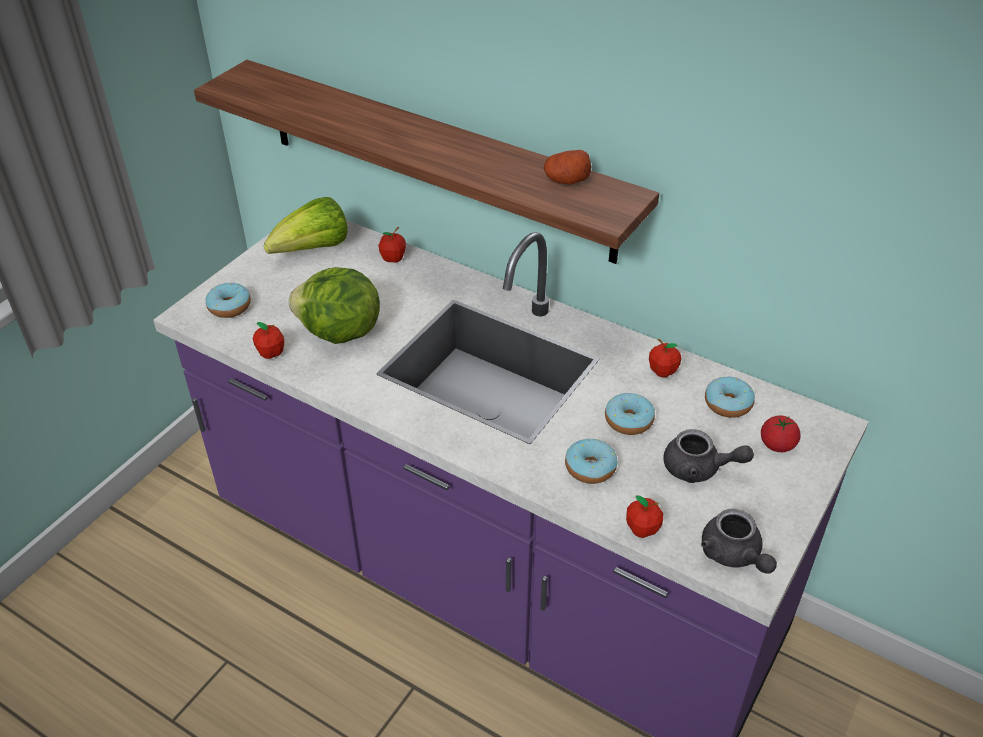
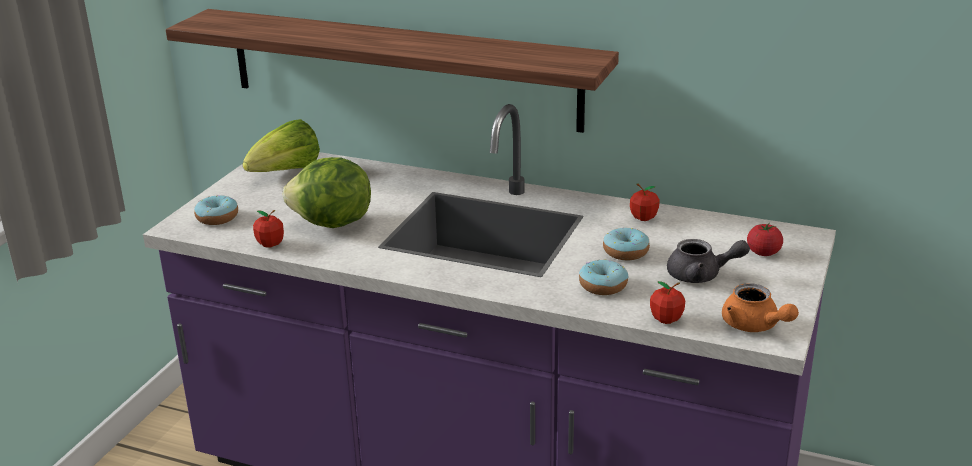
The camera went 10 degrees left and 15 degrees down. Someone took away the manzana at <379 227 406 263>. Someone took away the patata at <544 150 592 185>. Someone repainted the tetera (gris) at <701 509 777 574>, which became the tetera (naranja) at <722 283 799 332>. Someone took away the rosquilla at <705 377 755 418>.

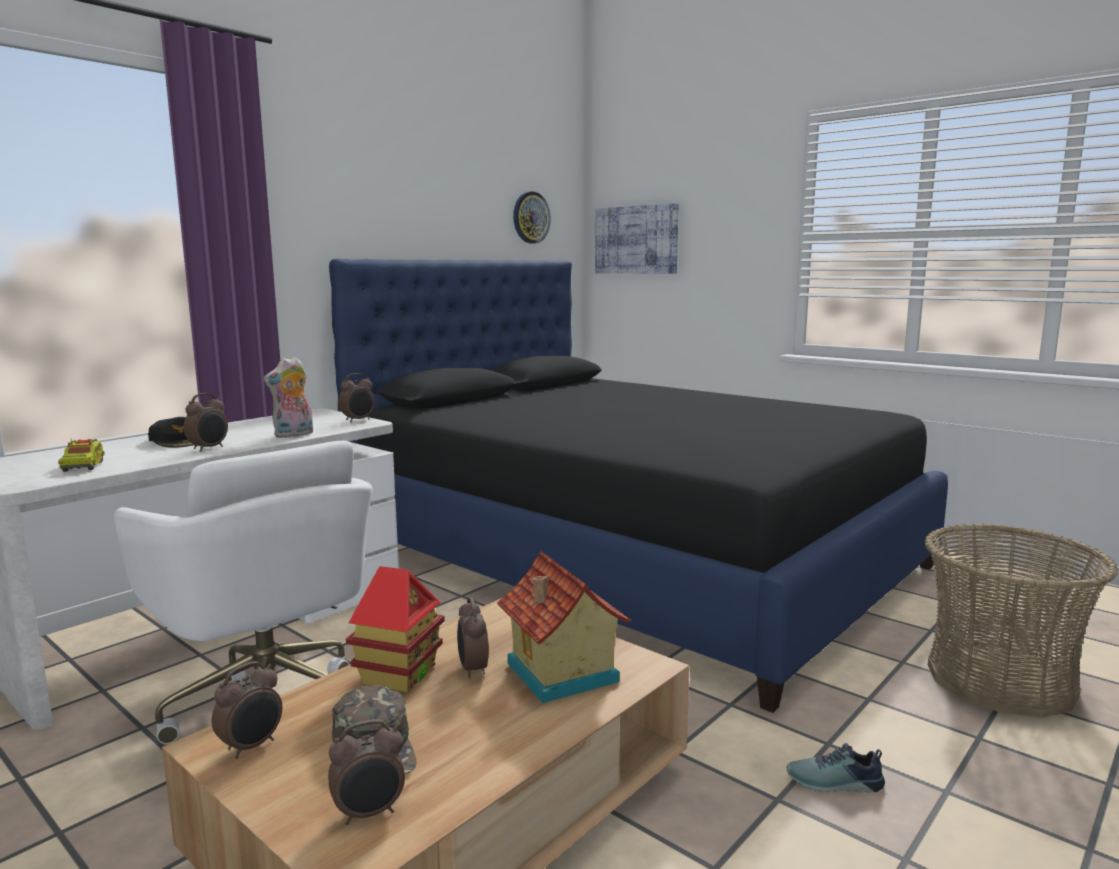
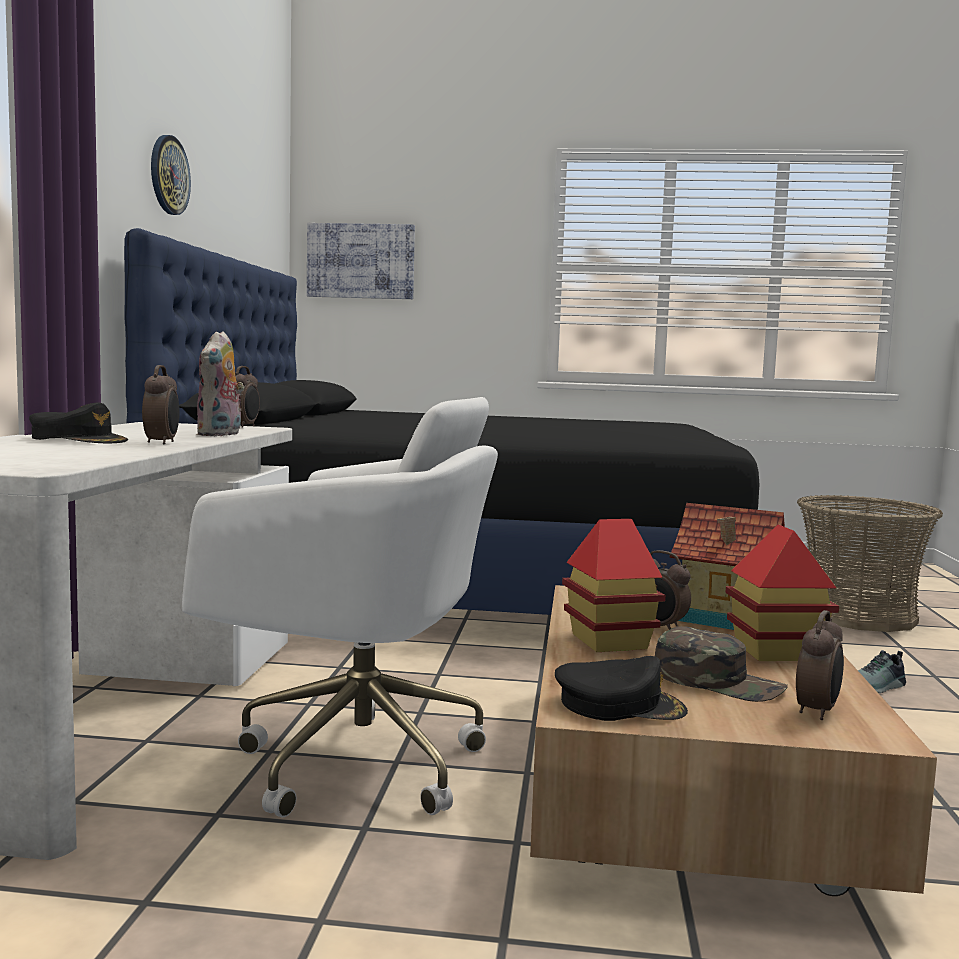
The camera went 35 degrees left and 5 degrees down. Someone took away the camión de juguete at <58 439 105 472>. Someone swapped the despertador at <212 661 282 759> for the gorra (negro) at <555 656 688 721>. Someone carried the reloj de pared from <513 191 551 244> to <151 135 191 215>. Someone put down the casita at <725 524 840 661>.

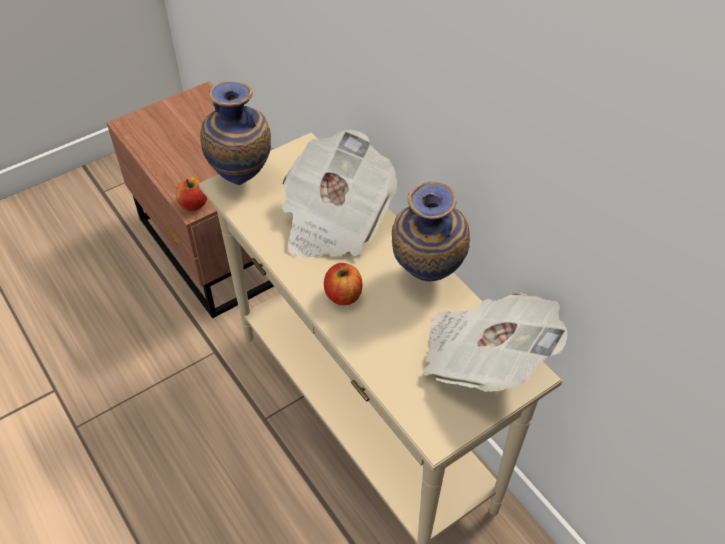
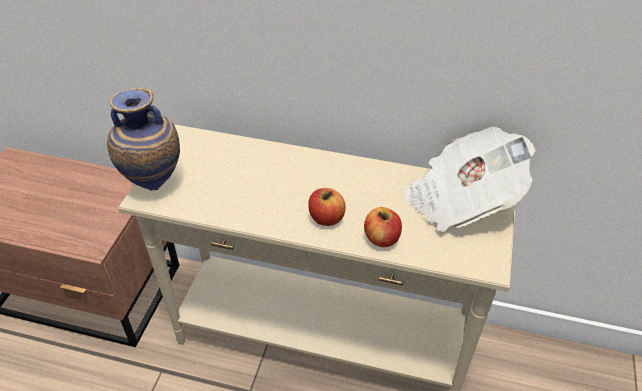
The camera went 40 degrees left and 5 degrees down. Someone carried the manzana from <176 177 207 211> to <364 207 402 247>. Someone took away the periódico at <282 130 397 258>. Someone took away the florero at <392 181 470 281>.

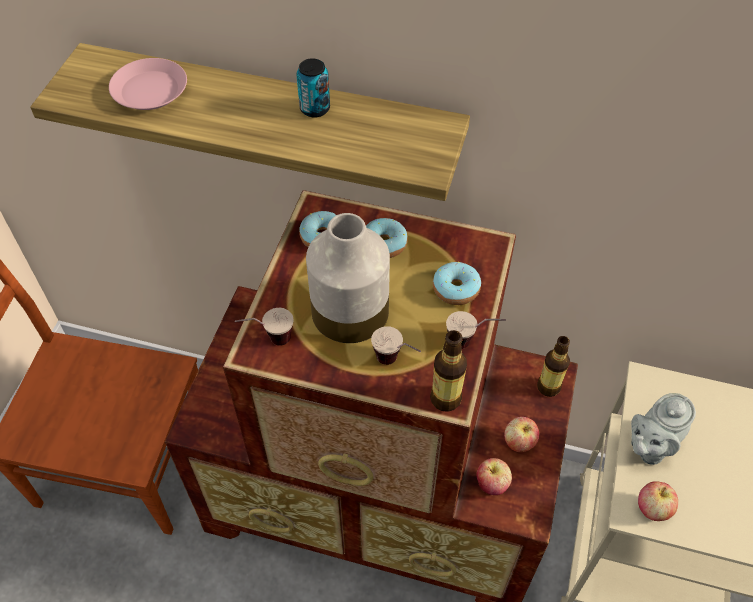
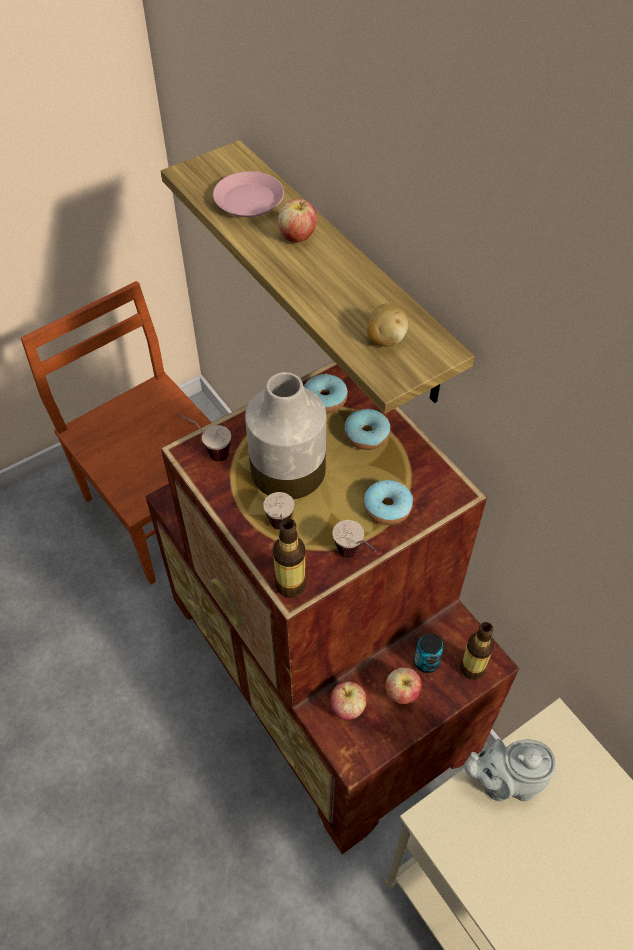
The camera went 40 degrees right and 0 degrees up. Someone carried the lata from <296 58 330 118> to <414 633 444 673>. Someone carried the manzana from <638 481 678 521> to <278 199 317 242>. Someone put down the patata at <367 304 408 347>.

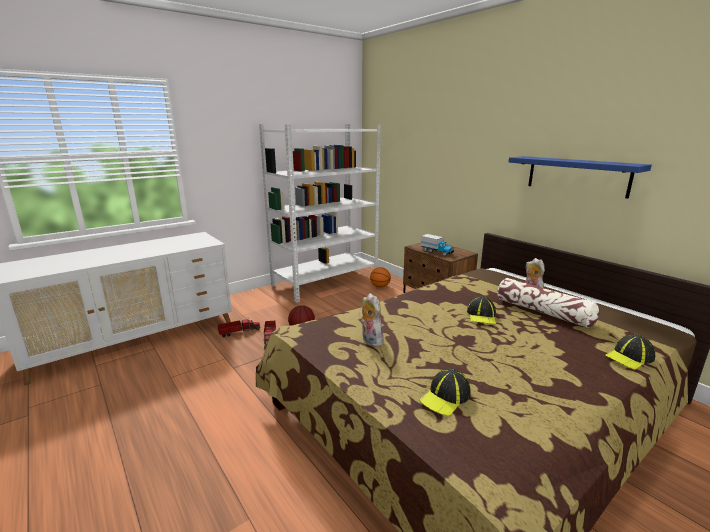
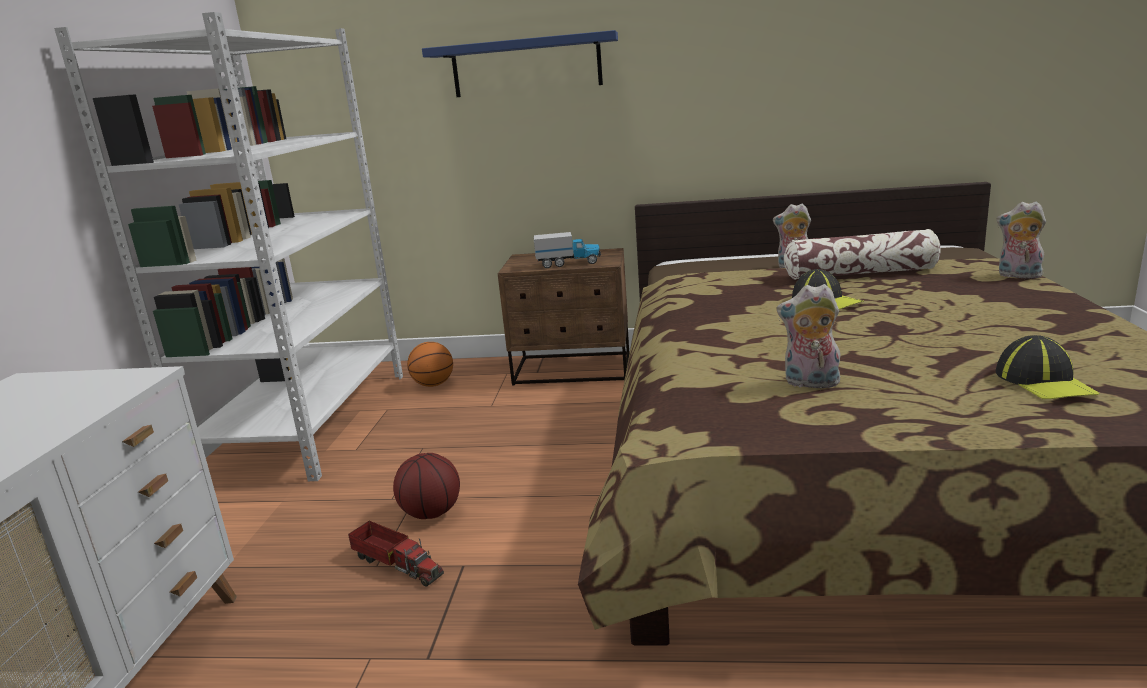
The camera went 45 degrees left and 0 degrees up. Someone took away the camión de juguete at <218 319 260 337>. Someone carried the estante (azul) from <508 156 652 198> to <422 30 618 97>. Someone swapped the gorra at <605 334 655 370> for the peluche at <997 202 1046 279>.

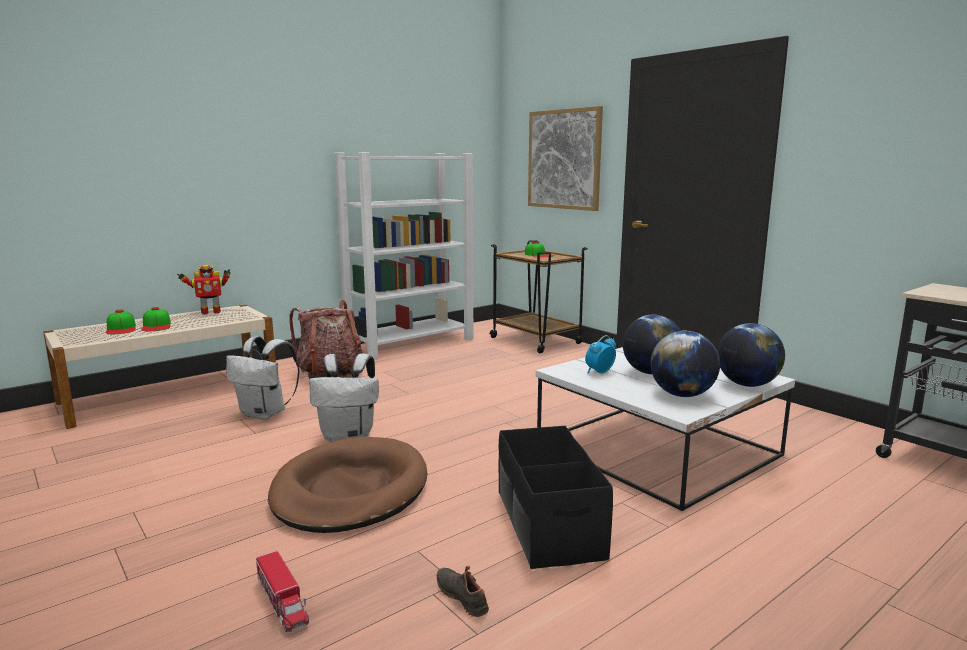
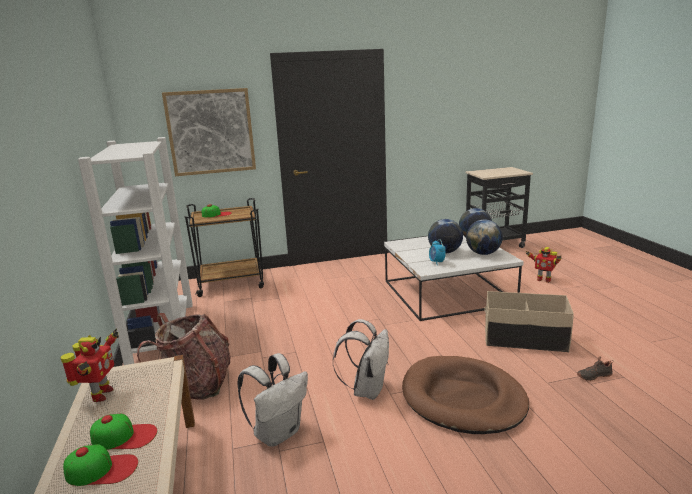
The camera went 65 degrees left and 5 degrees up. Someone took away the camión de juguete at <256 551 309 632>. Someone repainted the caja de almacenaje (negro) at <498 426 613 569>, which became the caja de almacenaje (beis) at <484 291 574 352>. Someone put down the robot de juguete at <526 247 561 283>.

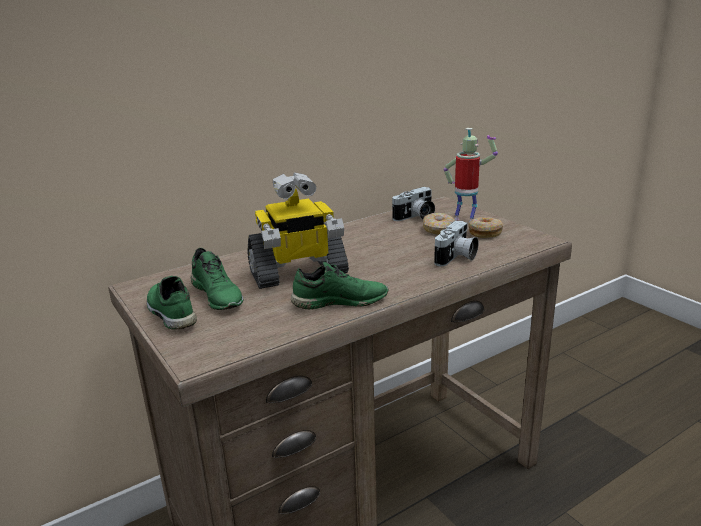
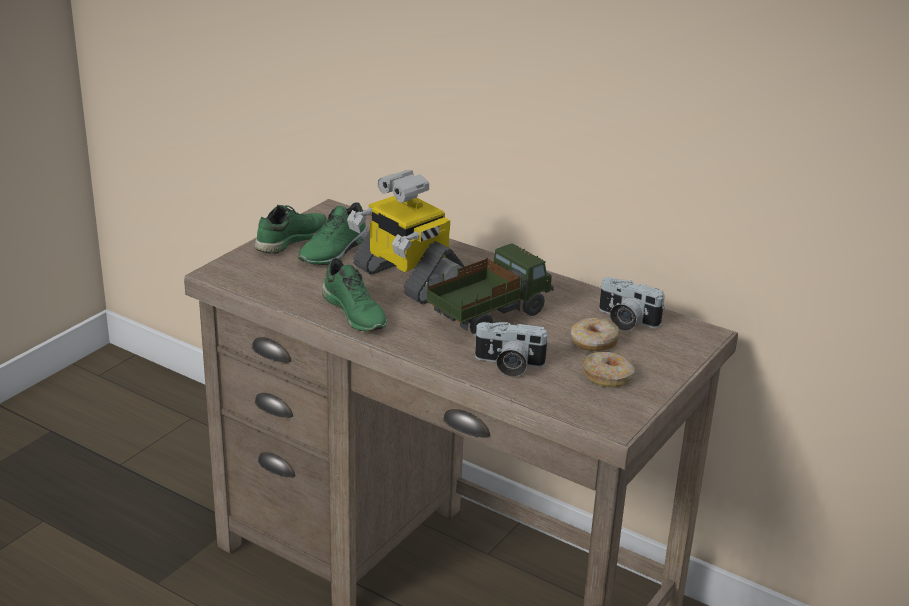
The camera went 65 degrees right and 5 degrees up. Someone took away the robot de juguete at <444 128 498 222>. Someone put down the camión de juguete at <426 243 554 335>.

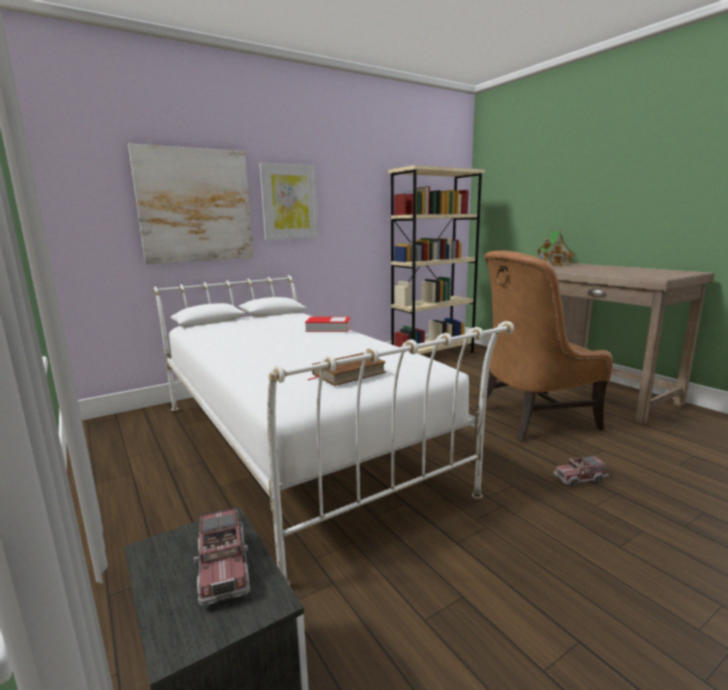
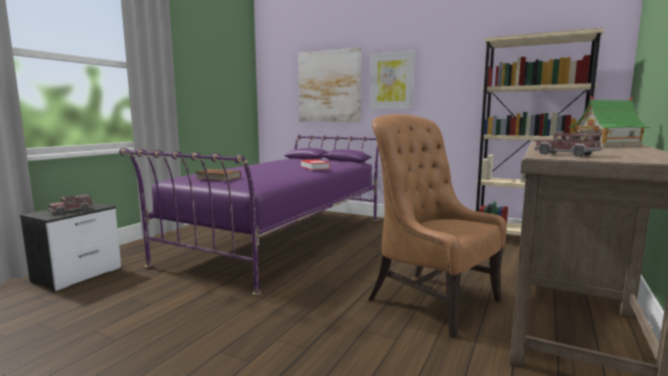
The camera went 60 degrees right and 5 degrees down. Someone repainted the cama (blanco) at <153 275 514 585>, which became the cama (morado) at <119 135 379 296>. Someone carried the camión de juguete from <554 455 609 487> to <534 131 603 157>.

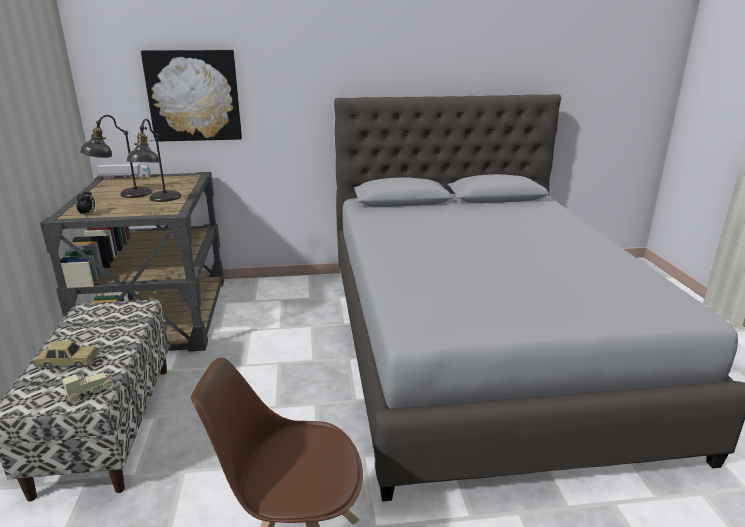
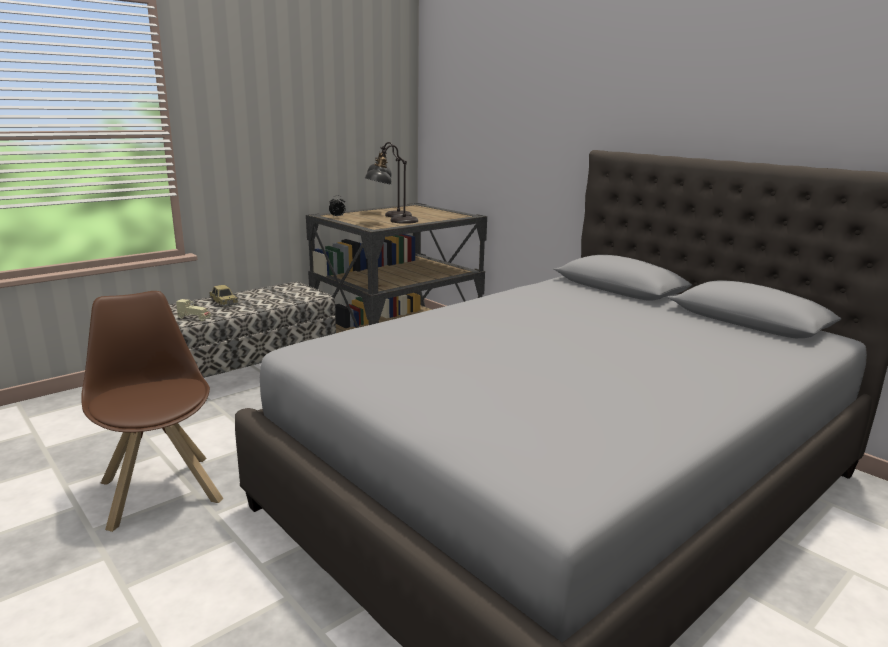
The camera went 55 degrees right and 5 degrees down. Someone took away the camión de juguete at <96 164 151 179>. Someone took away the cuadro at <141 50 242 142>.

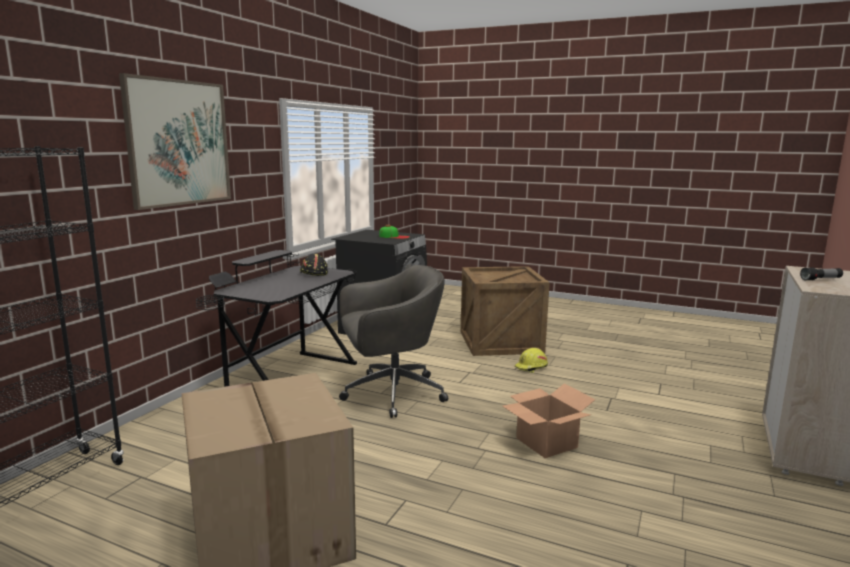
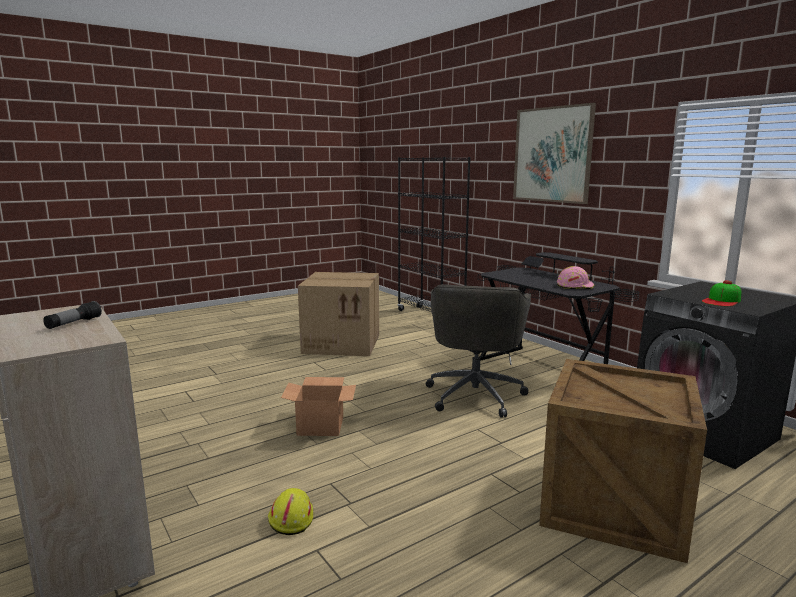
The camera went 120 degrees right and 0 degrees up. Someone repainted the casco (negro) at <300 254 328 276>, which became the casco (rosa) at <557 266 595 289>. Someone carried the casco (amarillo) from <515 348 548 373> to <268 488 313 535>.

